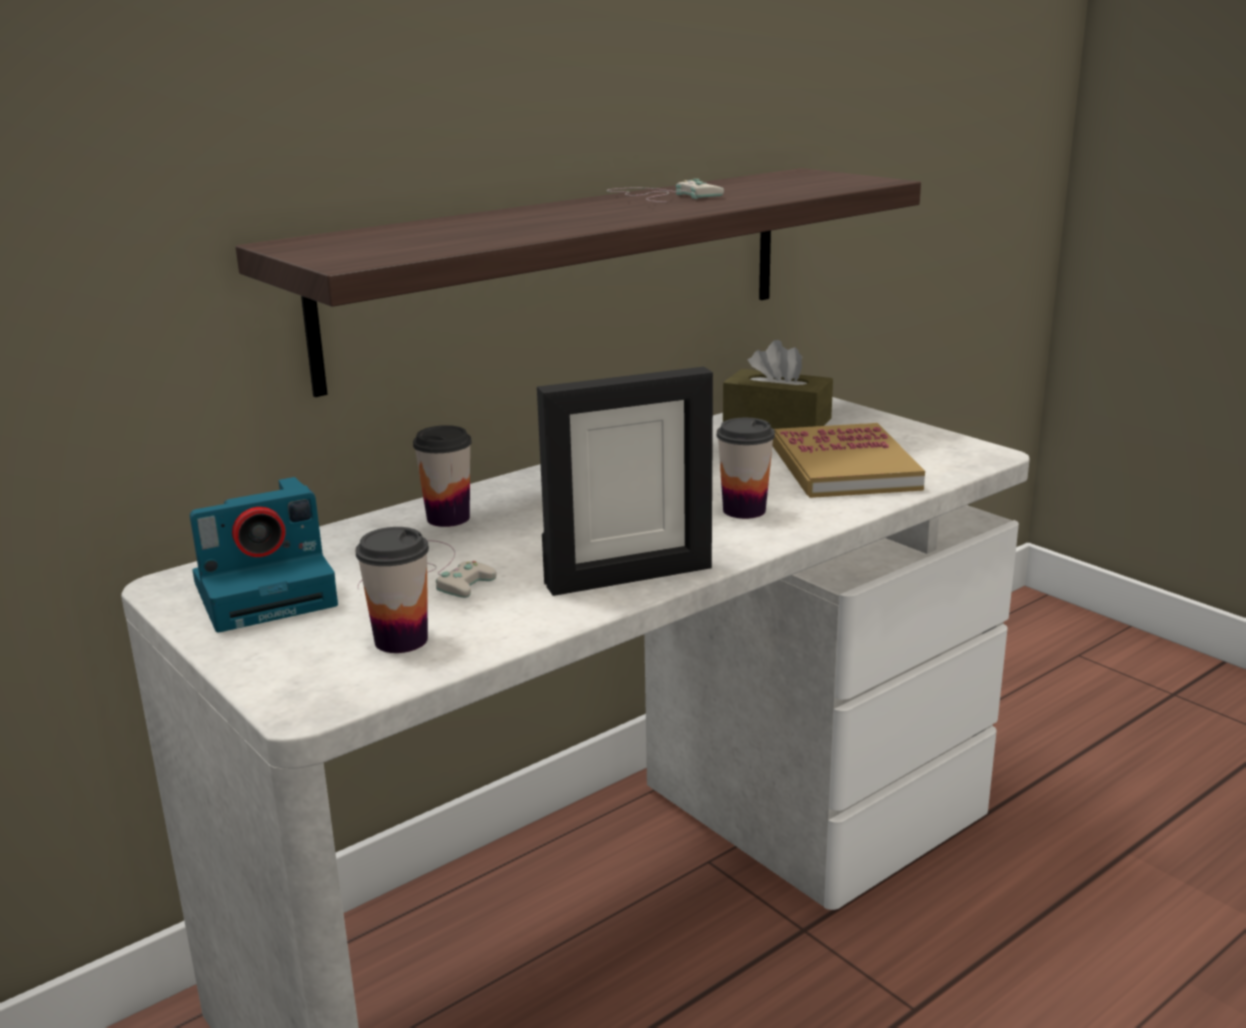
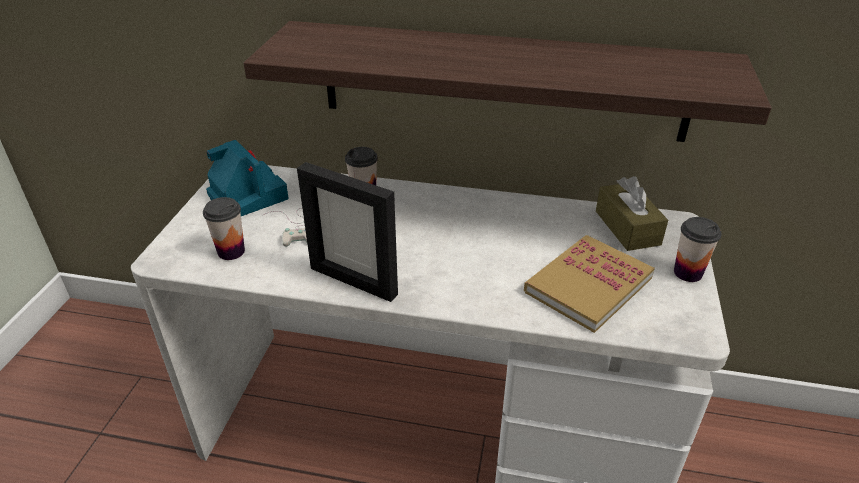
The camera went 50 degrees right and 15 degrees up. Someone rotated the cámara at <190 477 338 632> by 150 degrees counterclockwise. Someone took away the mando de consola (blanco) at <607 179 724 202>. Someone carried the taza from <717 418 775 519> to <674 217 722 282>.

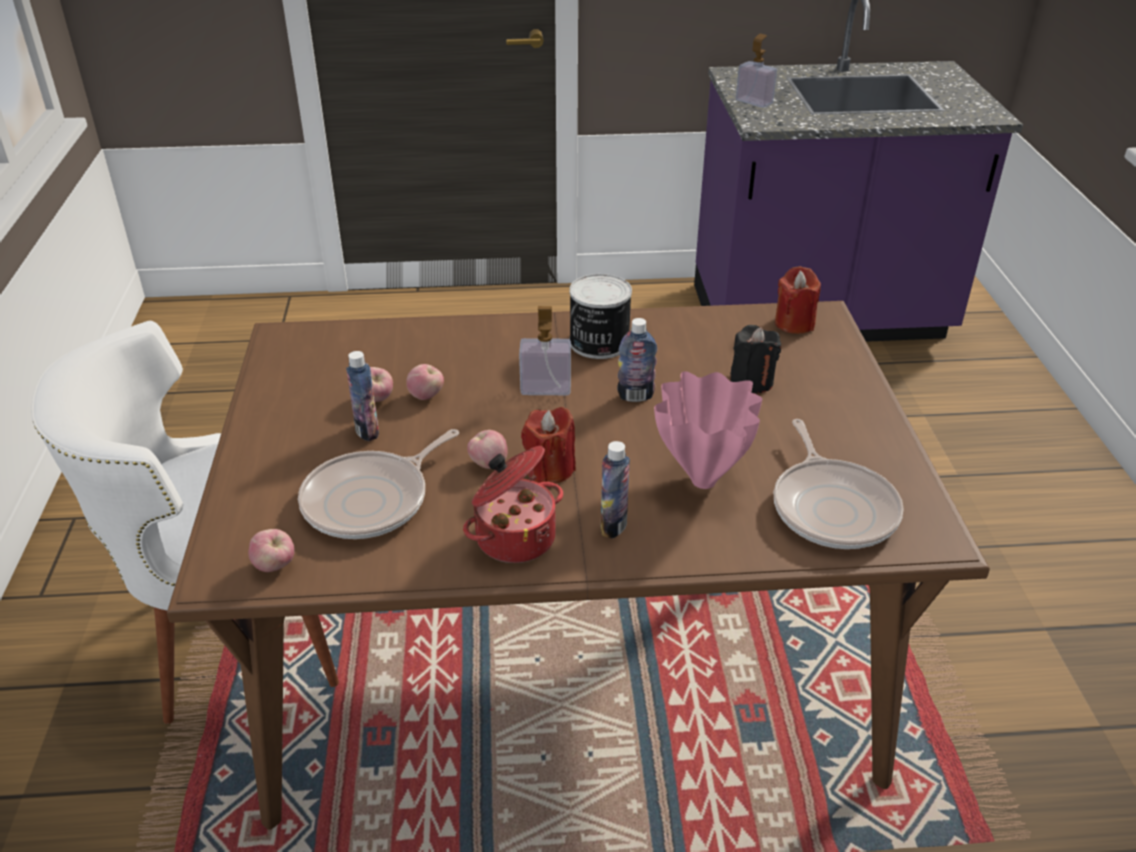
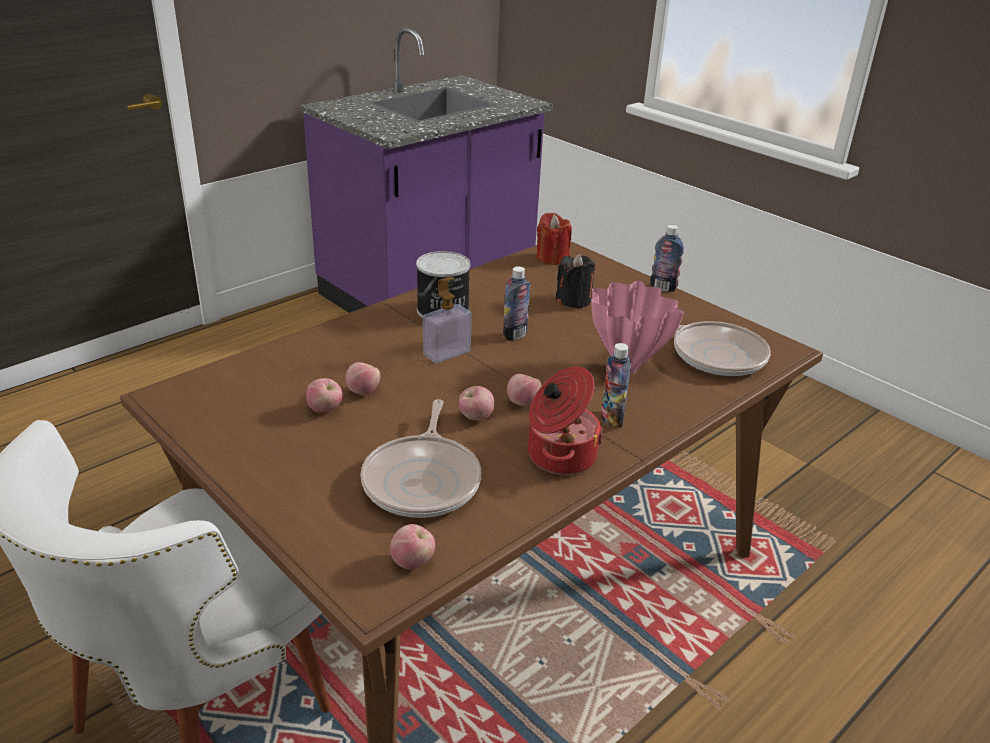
The camera went 40 degrees left and 5 degrees down. Someone carried the botella from <346 351 379 441> to <650 225 684 292>. Someone swapped the vela (rojo) at <521 407 576 484> for the manzana at <507 374 542 407>. Someone took away the dispensador de jabón at <736 34 777 108>.

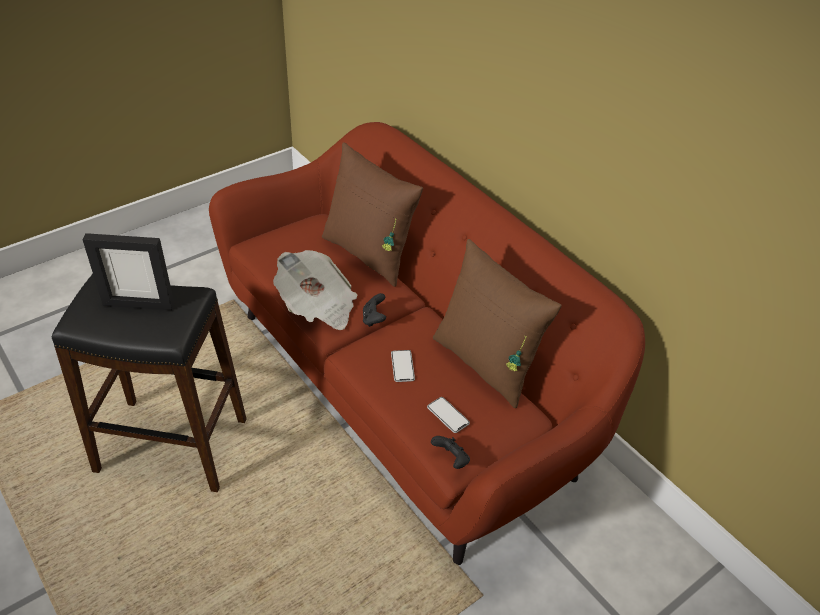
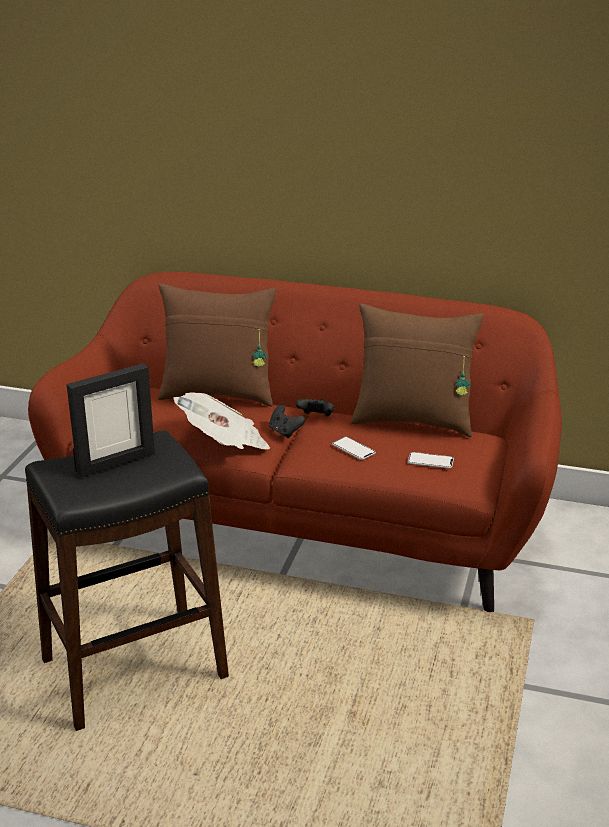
The camera went 35 degrees left and 15 degrees down. Someone carried the mando de consola (negro) from <431 436 470 469> to <296 399 334 416>.

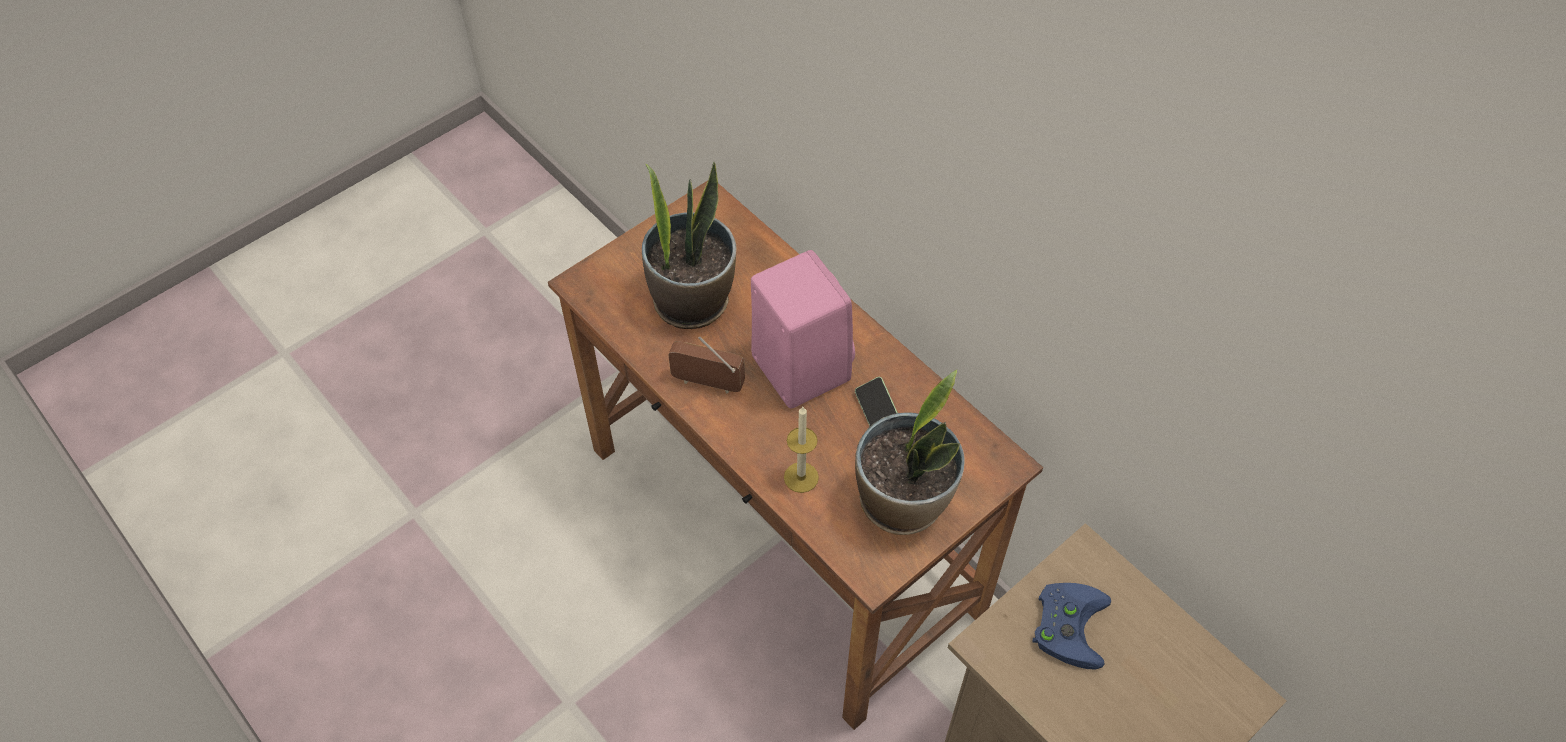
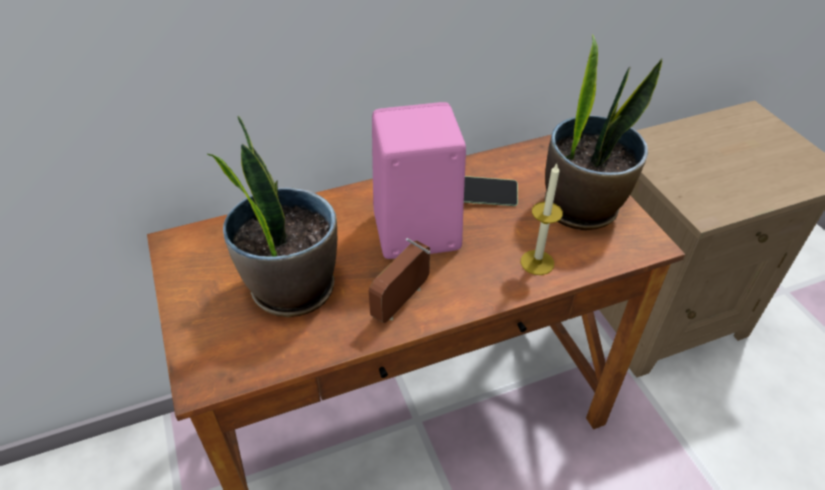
The camera went 70 degrees left and 10 degrees down. Someone took away the mando de consola (azul) at <1033 583 1111 670>.

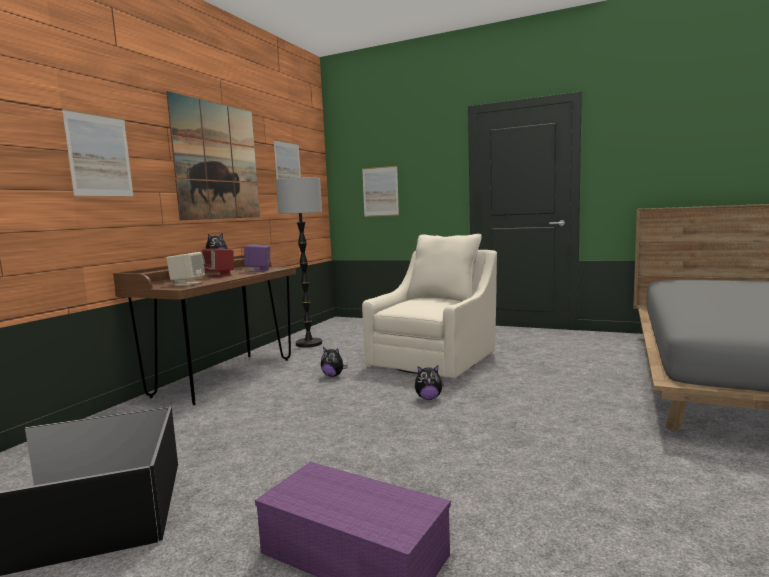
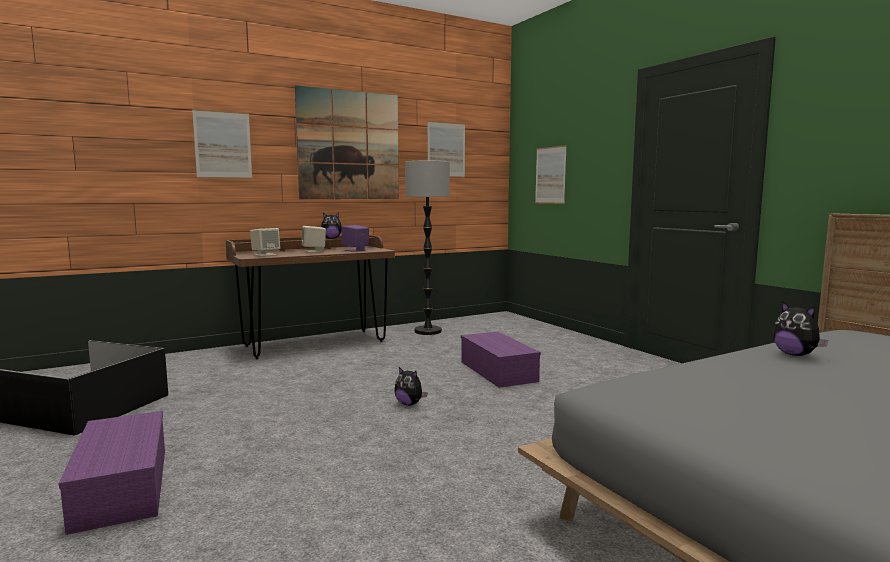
The camera went 35 degrees right and 0 degrees up. Someone repainted the altavoz (rojo) at <202 249 234 277>, which became the altavoz (beis) at <301 226 326 252>. Someone carried the peluche from <321 347 348 377> to <772 301 828 356>. Someone swapped the sillón (beis) at <362 234 497 378> for the caja de almacenaje (morado) at <461 332 541 388>.

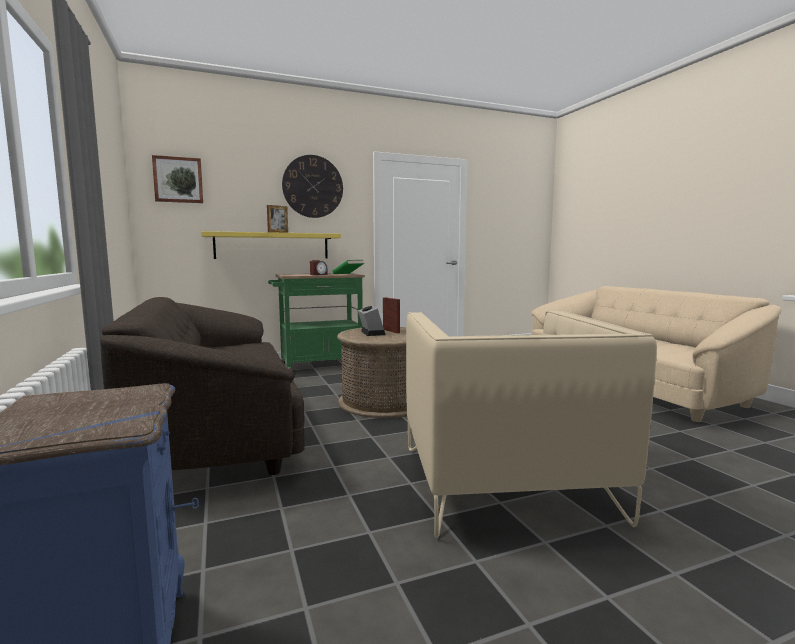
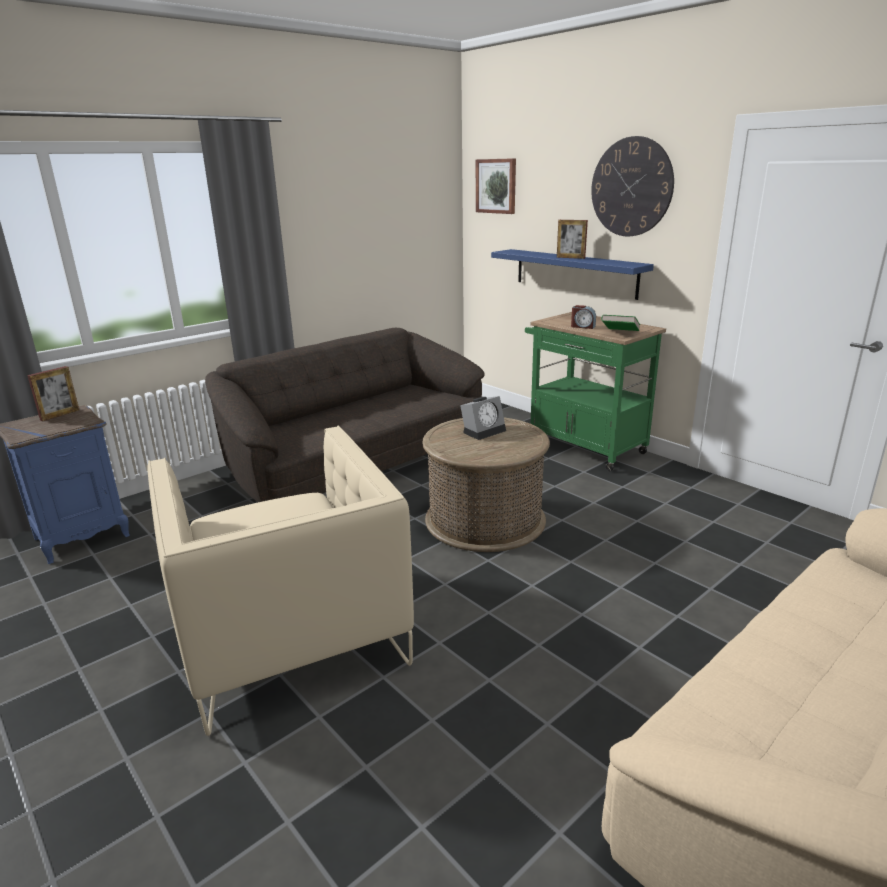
The camera went 70 degrees right and 15 degrees up. Someone repainted the estante (amarillo) at <201 231 341 259>, which became the estante (azul) at <491 249 654 300>. Someone carried the portarretratos from <383 297 400 333> to <27 366 79 421>. Someone rotated the sillón (beis) at <406 310 657 539> by 90 degrees counterclockwise.

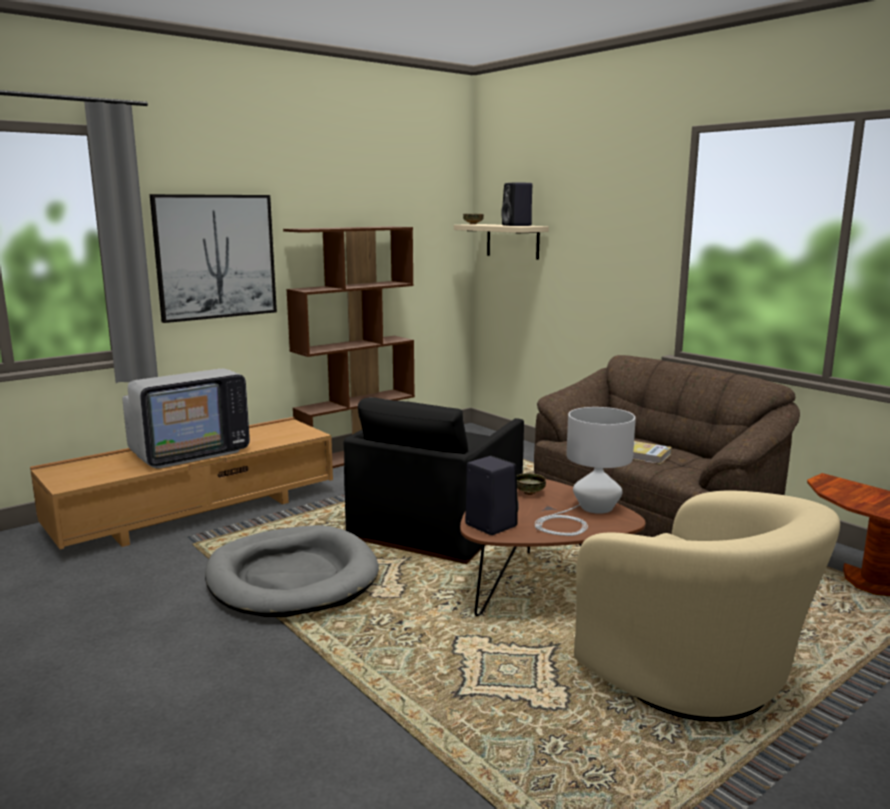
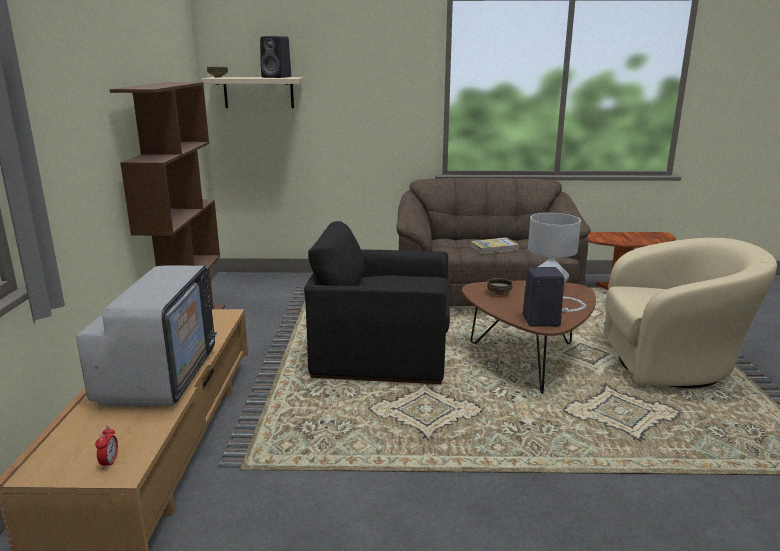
The camera went 50 degrees left and 5 degrees up. Someone took away the cuadro at <150 194 277 323>. Someone took away the cama para perro (gris) at <205 525 379 617>. Someone rotated the sillón (negro) at <344 397 524 564> by 120 degrees clockwise. Someone put down the despertador at <95 426 118 469>.

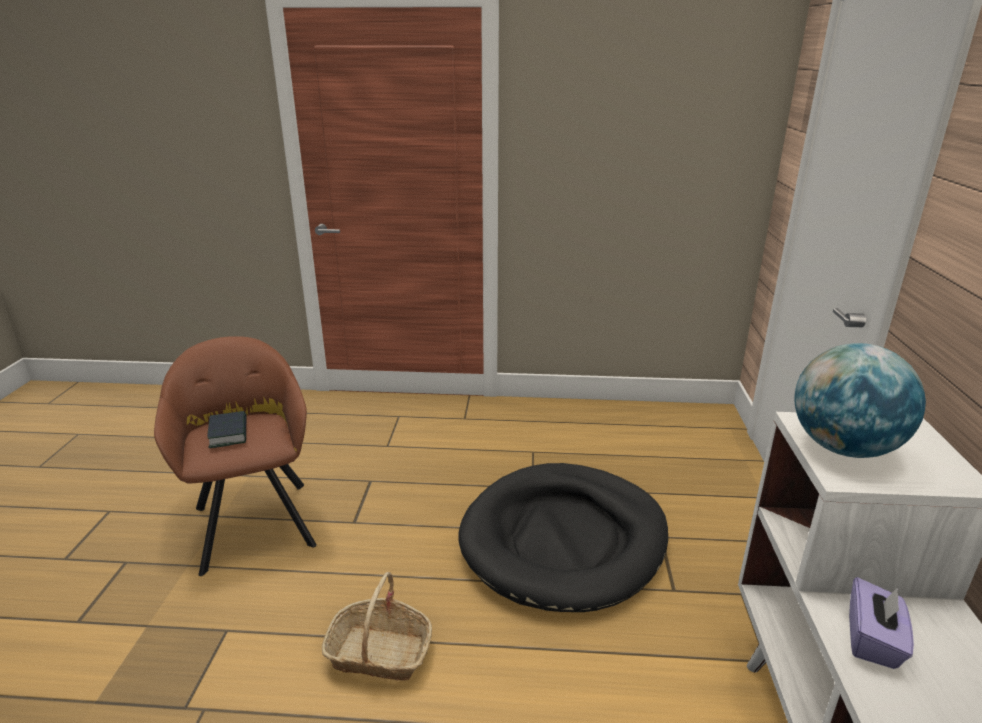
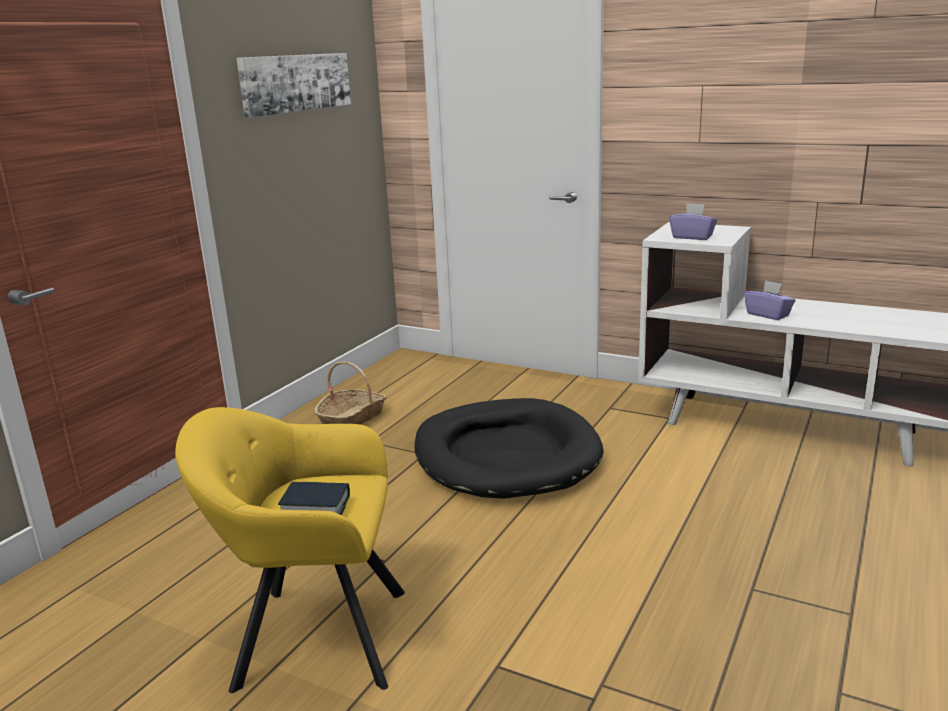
The camera went 65 degrees left and 5 degrees down. Someone repainted the sillón (marrón) at <154 336 317 576>, which became the sillón (amarillo) at <175 407 405 693>. Someone carried the cesta from <322 572 432 681> to <314 362 387 425>. Someone swapped the globo terráqueo at <794 343 926 458> for the caja de pañuelos (morado) at <669 203 717 240>. Someone put up the cuadro at <236 53 351 118>.

